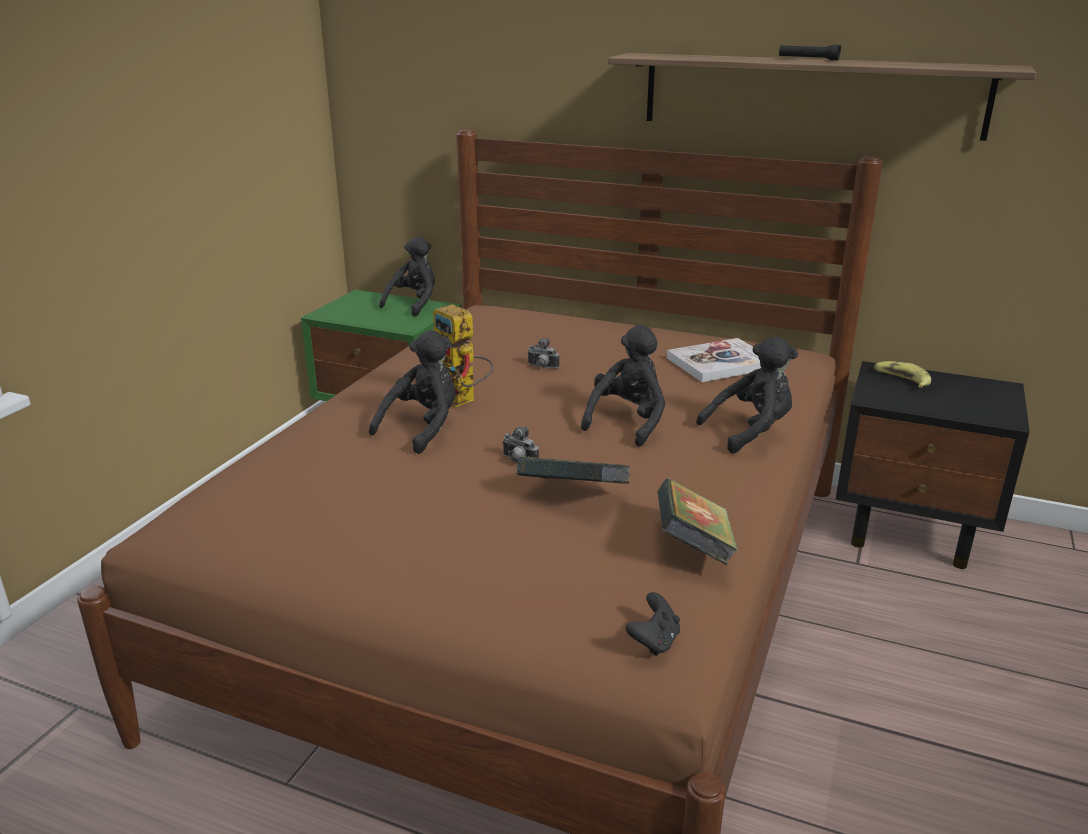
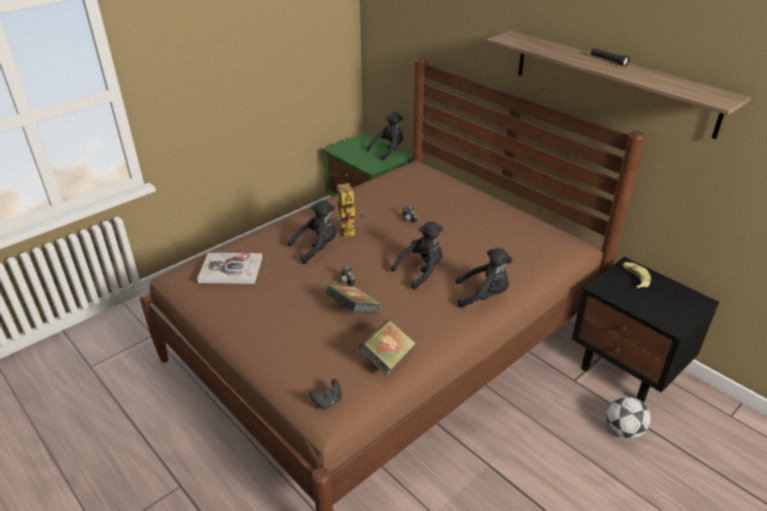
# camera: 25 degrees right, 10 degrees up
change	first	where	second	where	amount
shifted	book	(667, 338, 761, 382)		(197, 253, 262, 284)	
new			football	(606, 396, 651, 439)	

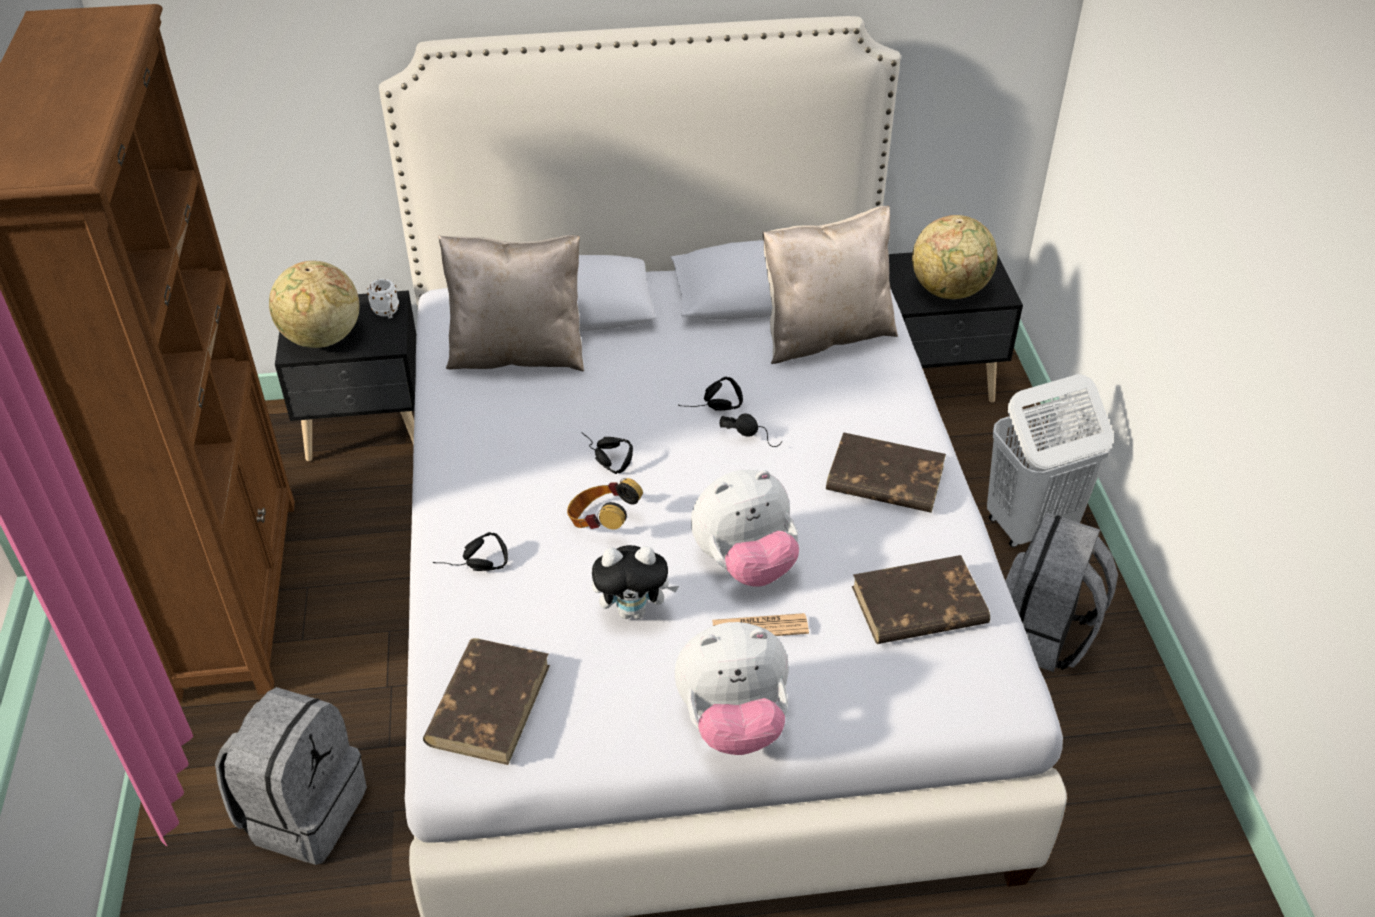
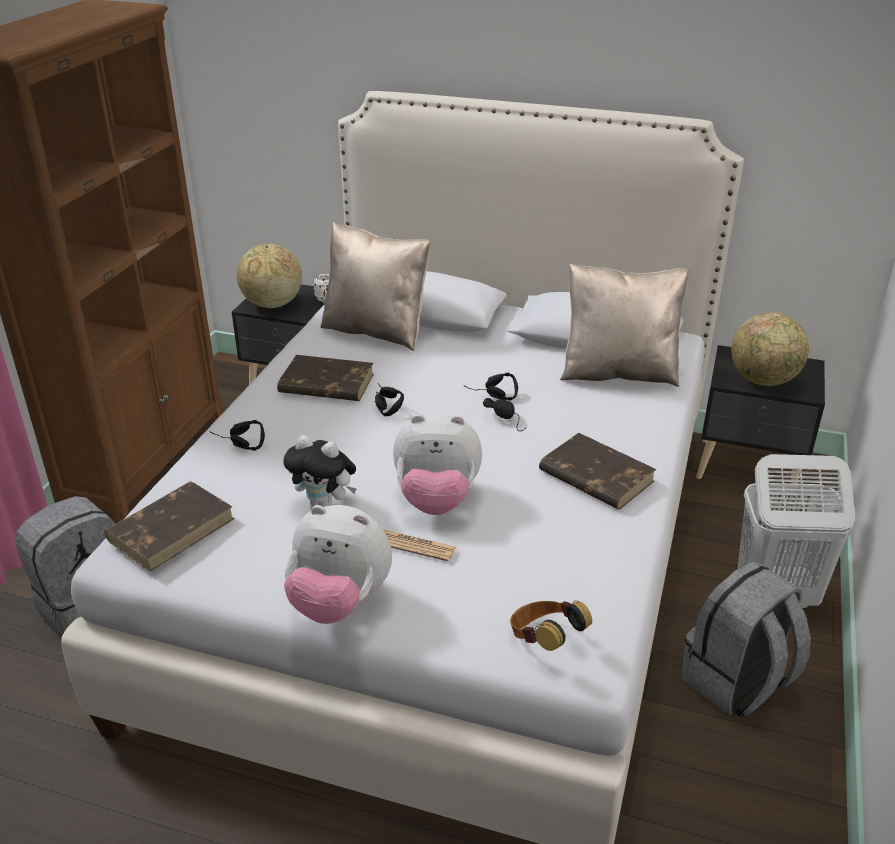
# camera: 25 degrees right, 10 degrees down
change	first	where	second	where	amount
shifted	headphones	(567, 478, 643, 530)		(510, 600, 592, 651)	
shifted	brown book	(852, 555, 990, 644)		(277, 355, 374, 401)	

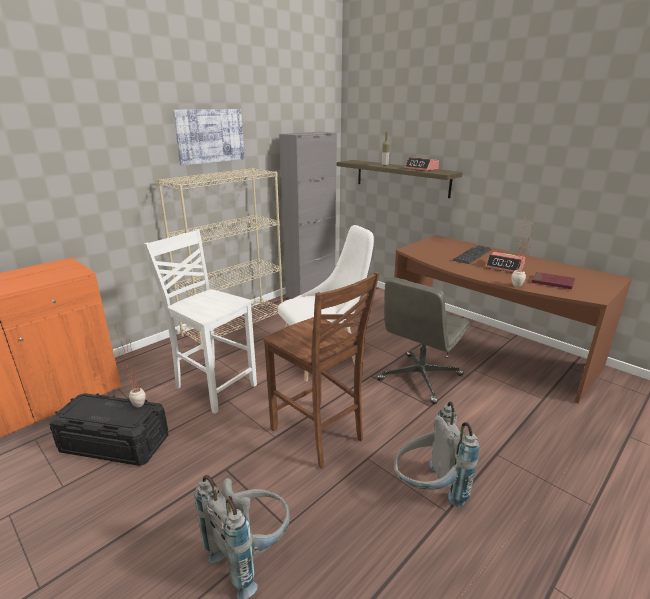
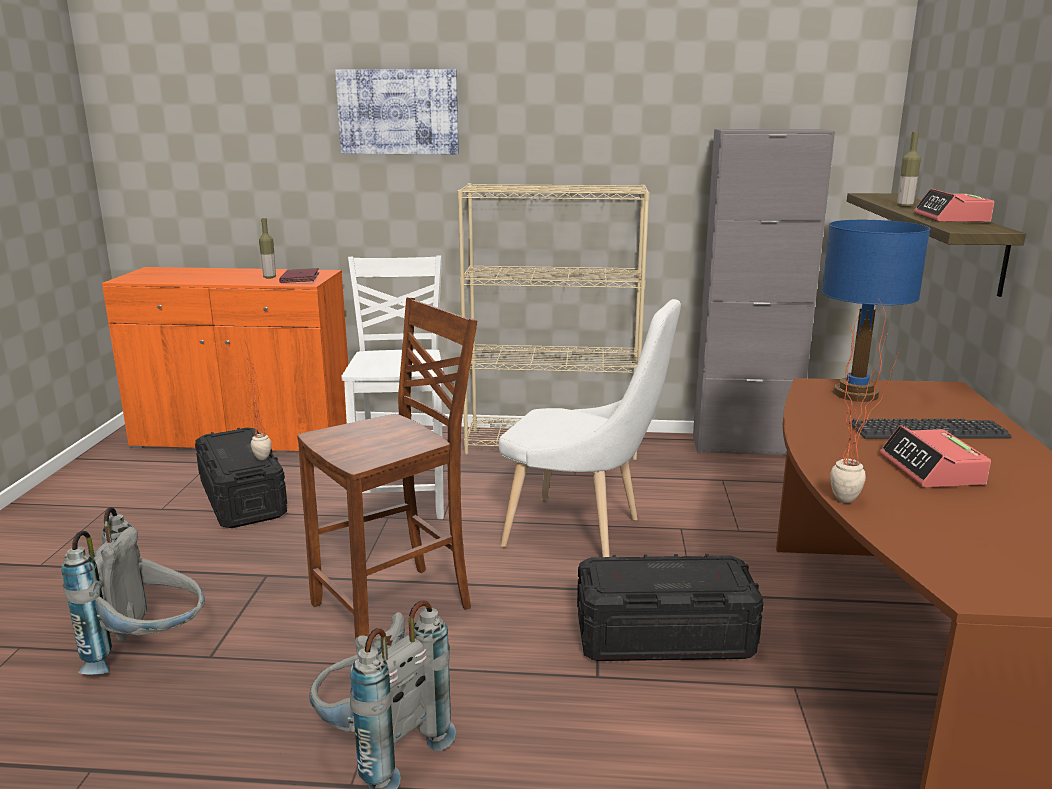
# camera: 50 degrees right, 5 degrees down
change	first	where	second	where	amount
shifted	picture	(173, 109, 245, 166)		(335, 69, 459, 154)	
rotated	brown chair	(263, 272, 380, 469)		(297, 297, 477, 639)	135 degrees counterclockwise
swapped	grey office chair	(377, 277, 470, 404)	black storage box	(577, 554, 764, 661)	
shifted	red book	(531, 272, 575, 289)		(279, 268, 319, 283)	
new			bottle	(259, 218, 276, 279)	
new			blue table lamp	(822, 220, 930, 402)	

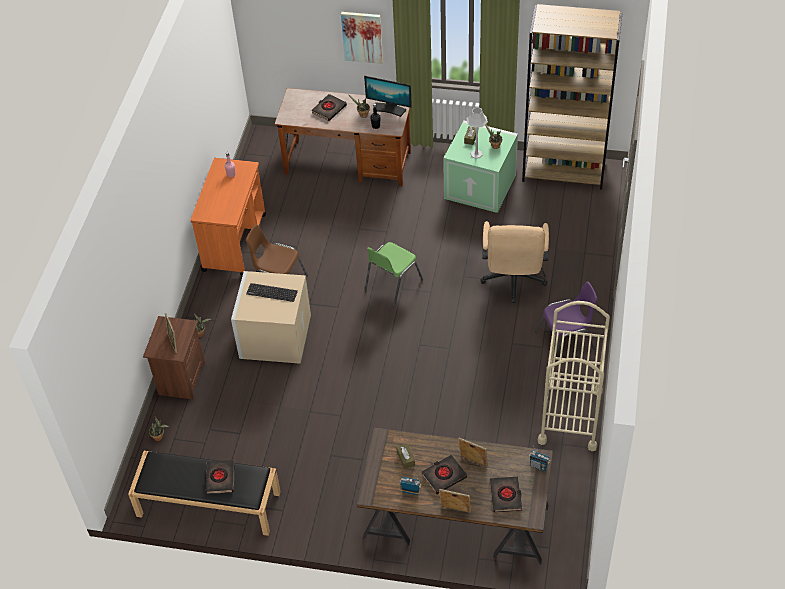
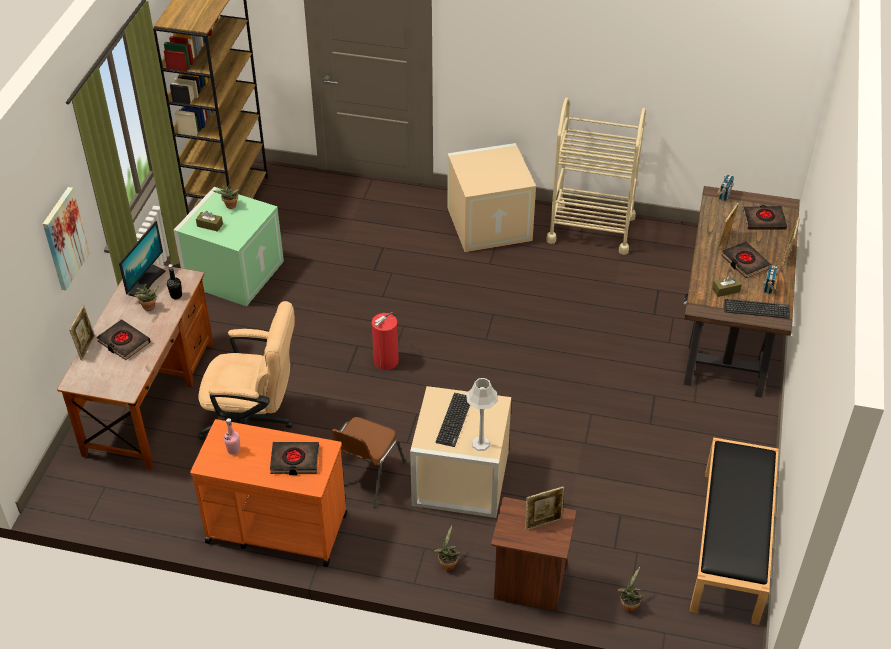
# camera: 90 degrees left, 5 degrees down
change	first	where	second	where	amount
shifted	black book	(205, 460, 235, 494)		(270, 442, 319, 475)	
swapped	green chair	(364, 242, 423, 307)	fire extinguisher	(372, 312, 399, 370)	
shifted	grey table lamp	(467, 107, 488, 159)		(466, 378, 498, 451)	
shifted	beige office chair	(480, 221, 549, 303)		(198, 301, 295, 440)	
swapped	purple chair	(536, 282, 597, 353)	beige storage box	(448, 143, 536, 252)	
new			picture frame	(69, 305, 95, 361)	
new			keyboard	(724, 299, 790, 319)	

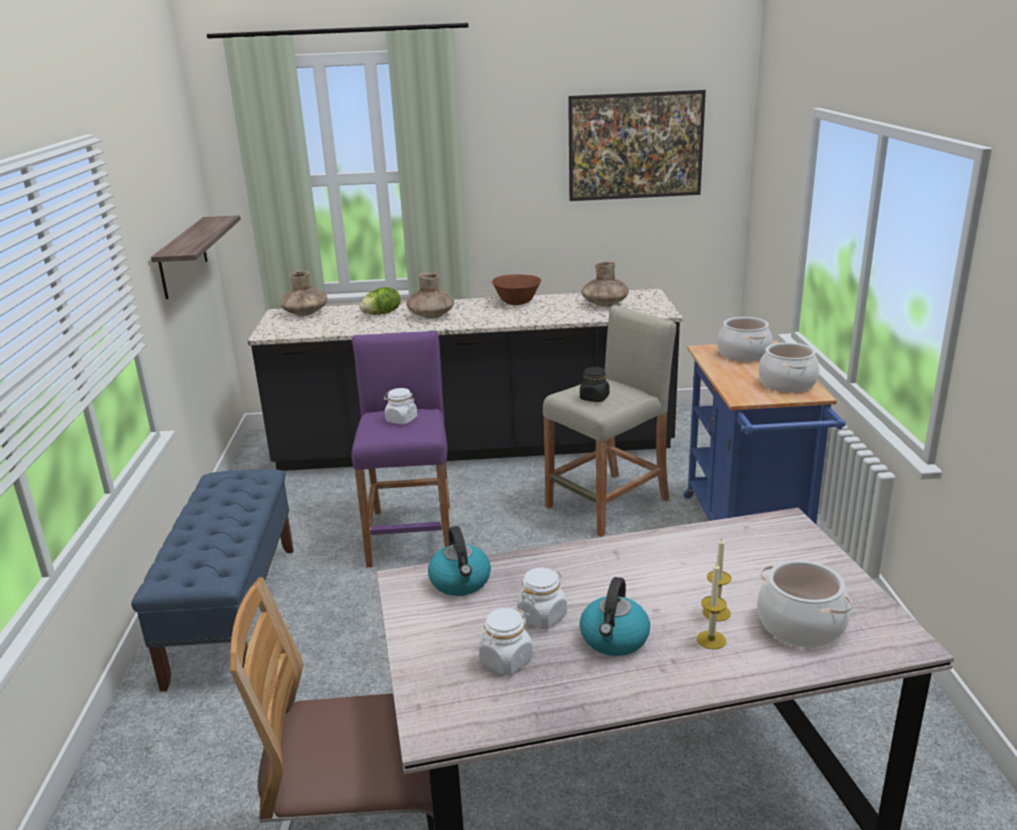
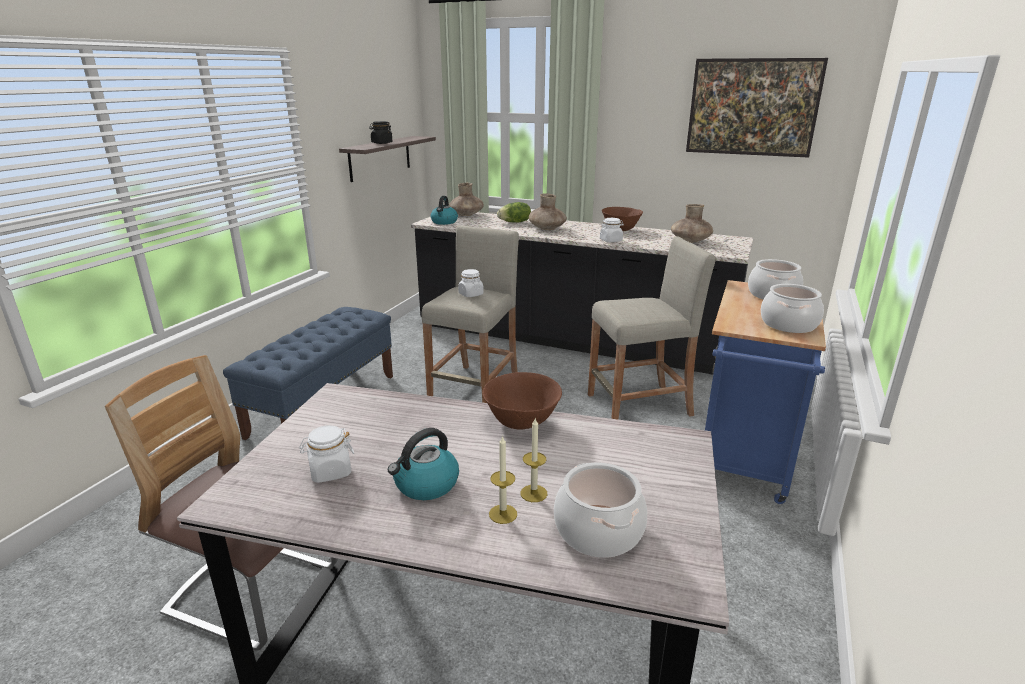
# camera: 25 degrees right, 0 degrees up
change	first	where	second	where	amount
repainted	purple stool	(352, 331, 450, 567)	beige stool	(421, 225, 519, 403)	
shifted	kettle	(428, 526, 491, 596)		(430, 196, 458, 225)	
shifted	white jar	(517, 567, 567, 629)		(600, 218, 624, 242)	
shifted	black jar	(580, 367, 609, 402)		(369, 121, 392, 144)	
new			brown bowl	(482, 372, 562, 430)	

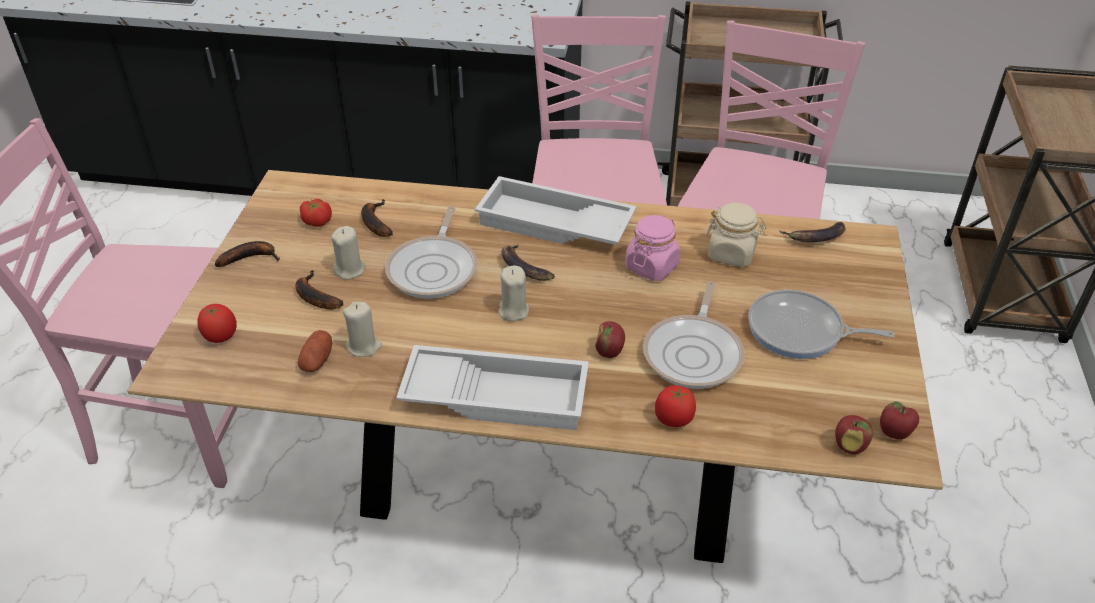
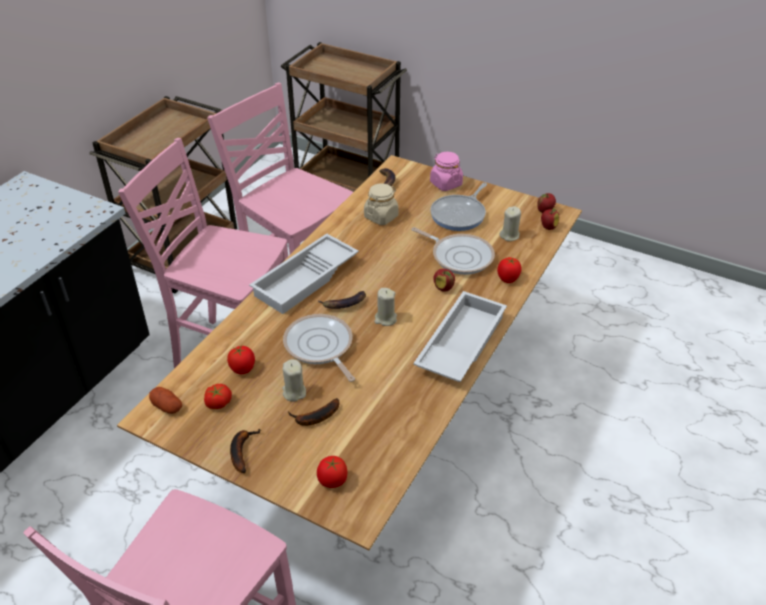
# camera: 70 degrees left, 0 degrees up
change	first	where	second	where	amount
shifted	potato	(298, 330, 332, 372)		(149, 387, 182, 414)	
shifted	beige candle	(343, 302, 382, 357)		(499, 206, 521, 241)	
swapped	banana	(361, 199, 393, 237)	tomato	(227, 346, 255, 374)	
rotated	frying pan	(385, 206, 478, 299)		(283, 314, 355, 382)	150 degrees counterclockwise
shifted	pink jar	(625, 215, 680, 281)		(430, 152, 463, 191)	

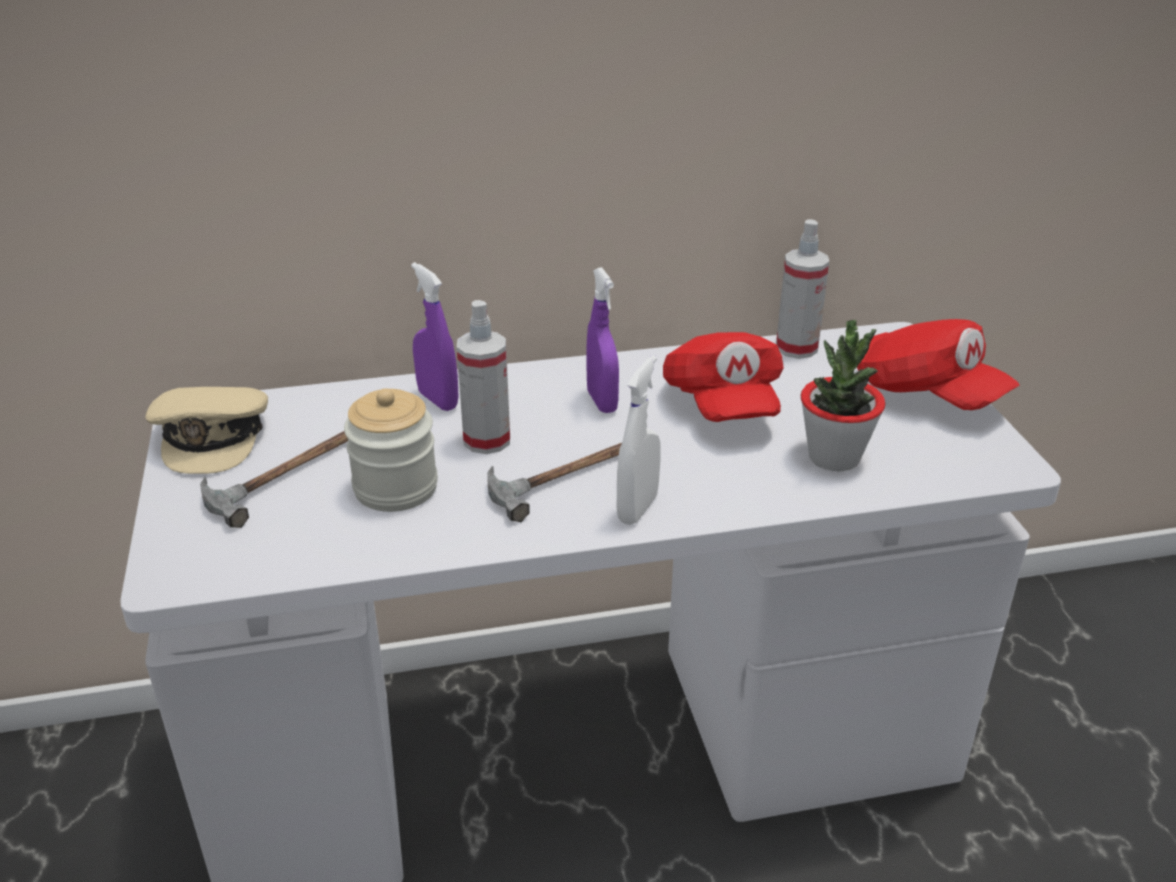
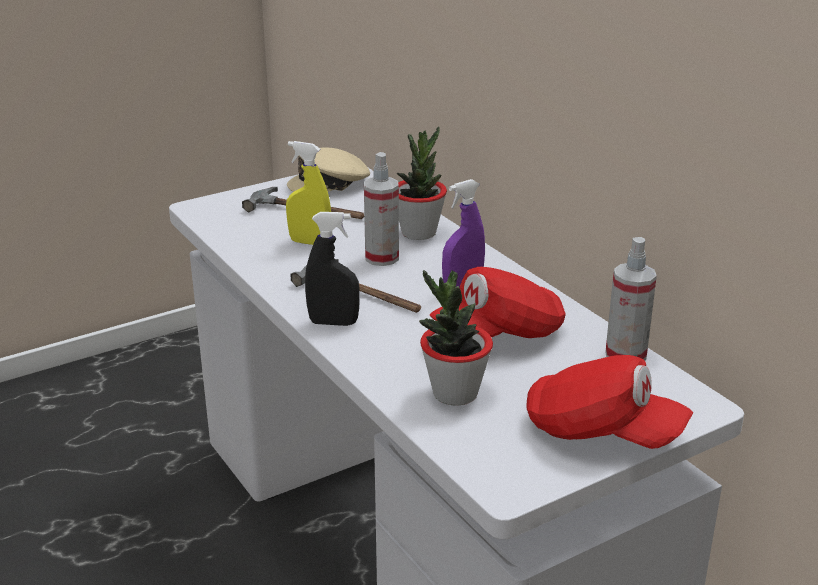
# camera: 70 degrees right, 5 degrees down
change	first	where	second	where	amount
swapped	jar	(344, 388, 438, 512)	yellow spray bottle	(286, 141, 331, 245)	
swapped	purple spray bottle	(411, 262, 459, 411)	potted plant	(397, 126, 447, 240)	
repainted	white spray bottle	(617, 355, 661, 525)	black spray bottle	(305, 212, 360, 326)	
rotated	red cap	(857, 319, 1020, 410)		(526, 355, 693, 449)	90 degrees counterclockwise

